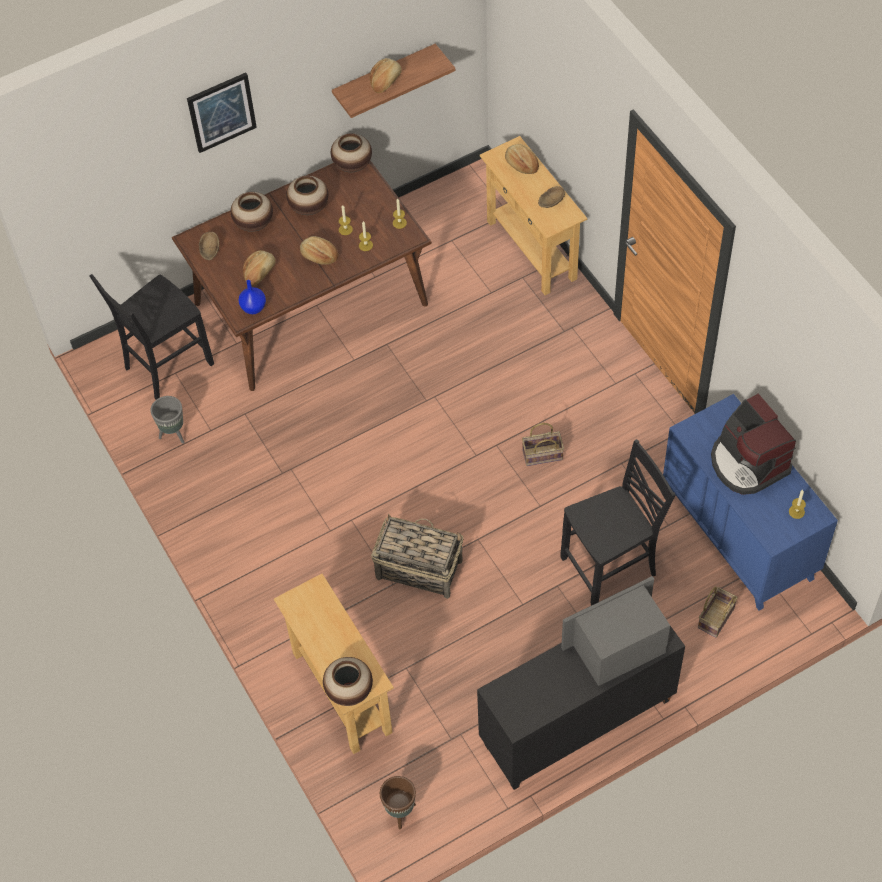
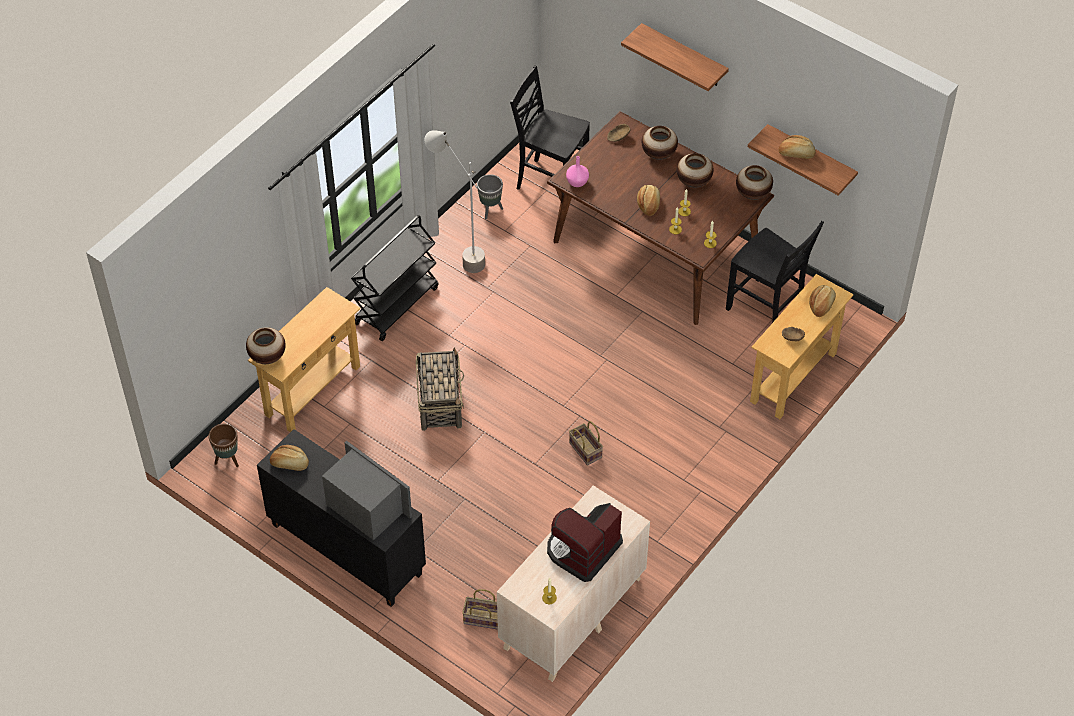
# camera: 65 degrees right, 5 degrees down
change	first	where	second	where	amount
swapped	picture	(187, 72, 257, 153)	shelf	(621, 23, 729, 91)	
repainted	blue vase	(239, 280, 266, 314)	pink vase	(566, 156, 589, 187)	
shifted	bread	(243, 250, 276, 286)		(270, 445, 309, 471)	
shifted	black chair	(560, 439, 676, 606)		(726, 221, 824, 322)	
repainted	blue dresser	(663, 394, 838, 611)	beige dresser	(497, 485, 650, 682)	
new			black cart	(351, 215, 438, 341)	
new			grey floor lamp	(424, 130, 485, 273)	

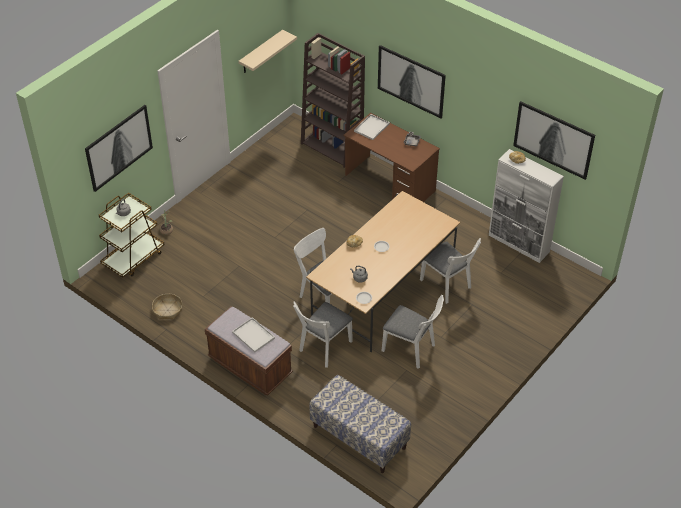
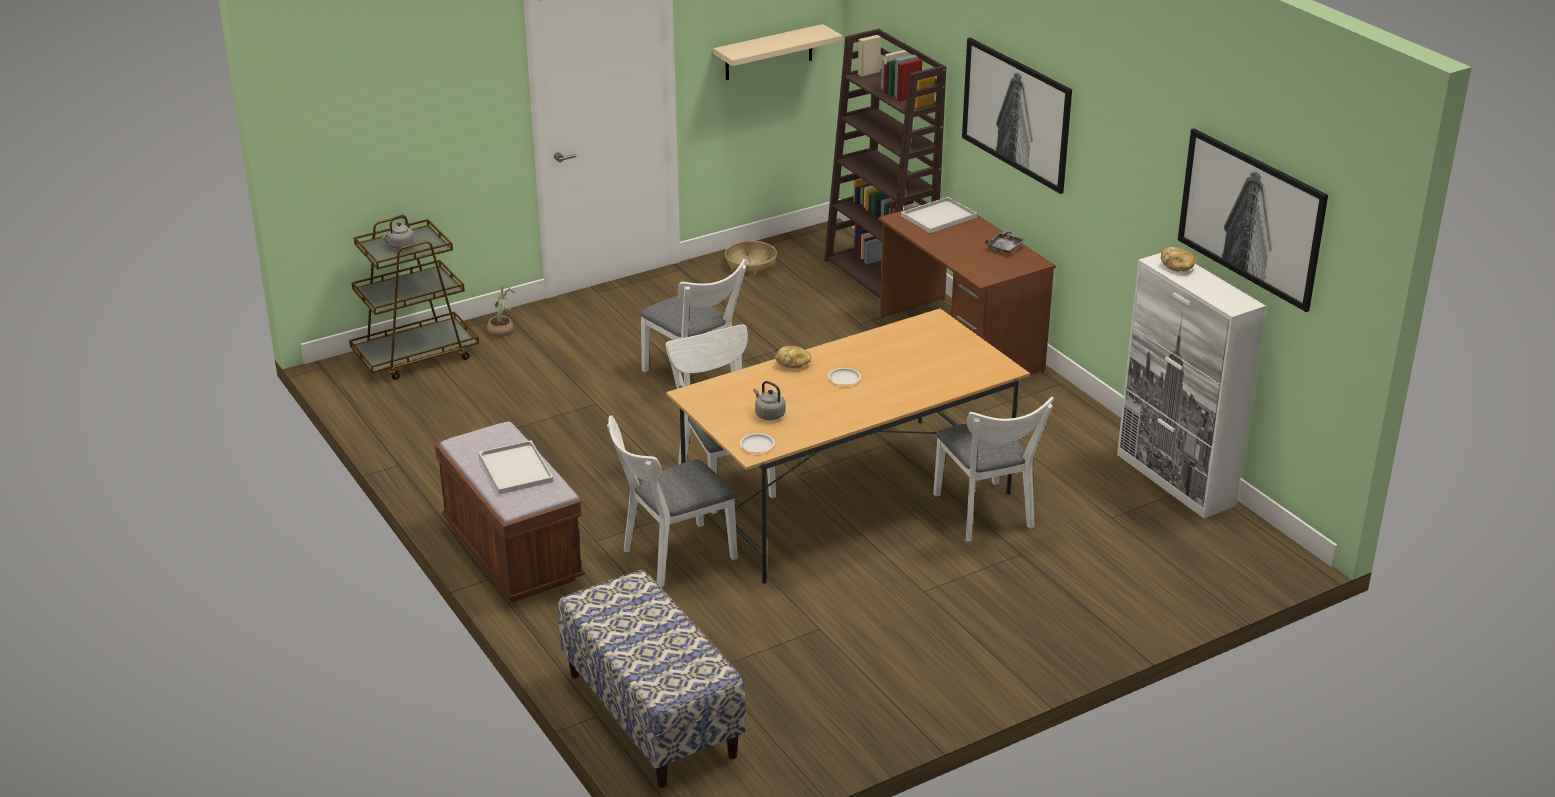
# camera: 20 degrees right, 15 degrees down
change	first	where	second	where	amount
gone	picture	(85, 105, 153, 192)			
shifted	basket	(152, 294, 182, 320)		(725, 241, 777, 276)	
shifted	white chair	(382, 295, 444, 369)		(639, 259, 746, 386)	

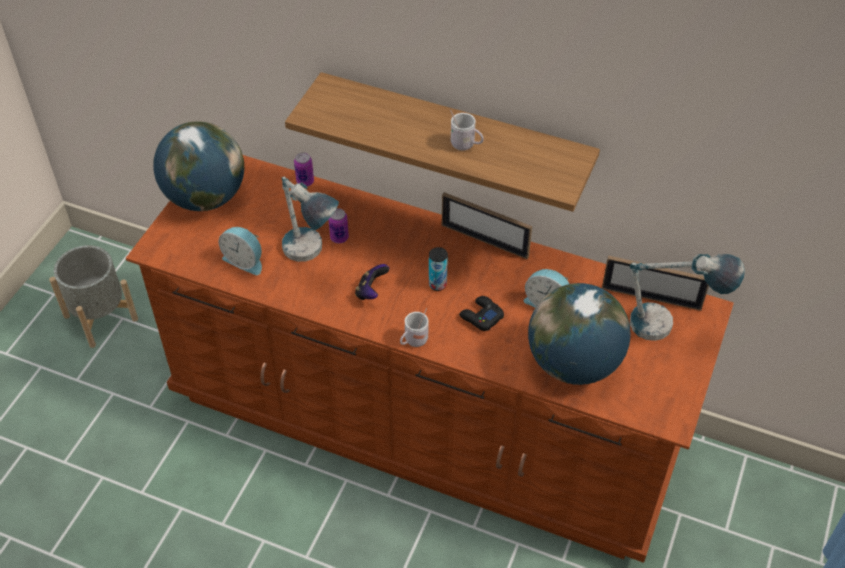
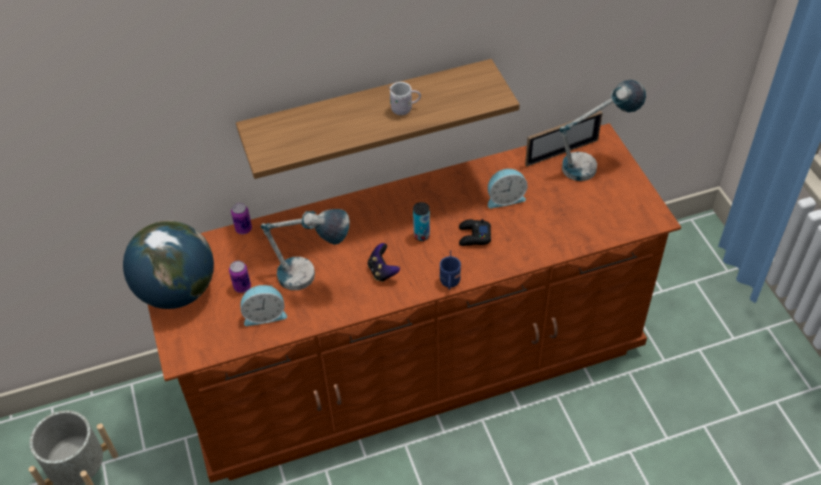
# camera: 40 degrees left, 0 degrees up
change	first	where	second	where	amount
shifted	can	(329, 208, 349, 243)		(229, 261, 251, 293)	
repainted	white mug	(400, 308, 429, 347)	blue mug	(440, 250, 461, 290)	
gone	picture frame	(442, 192, 532, 259)			
gone	globe	(528, 283, 631, 385)			

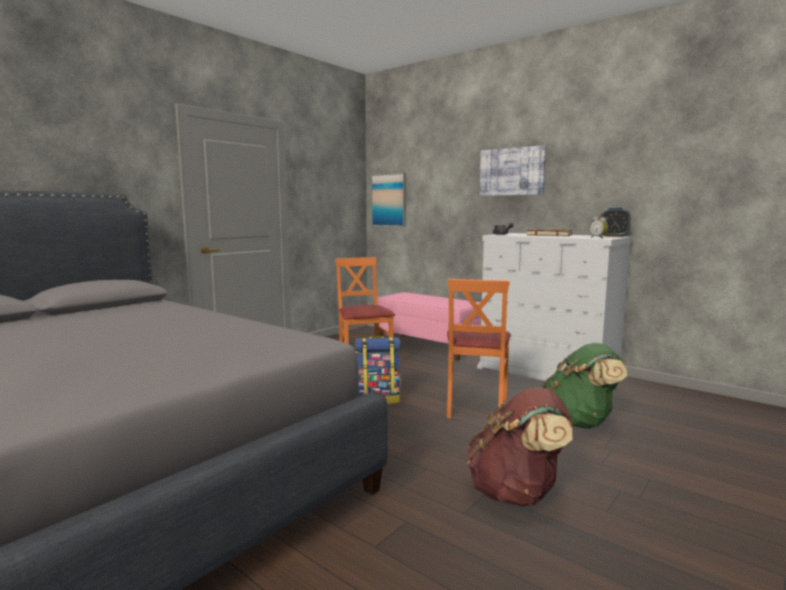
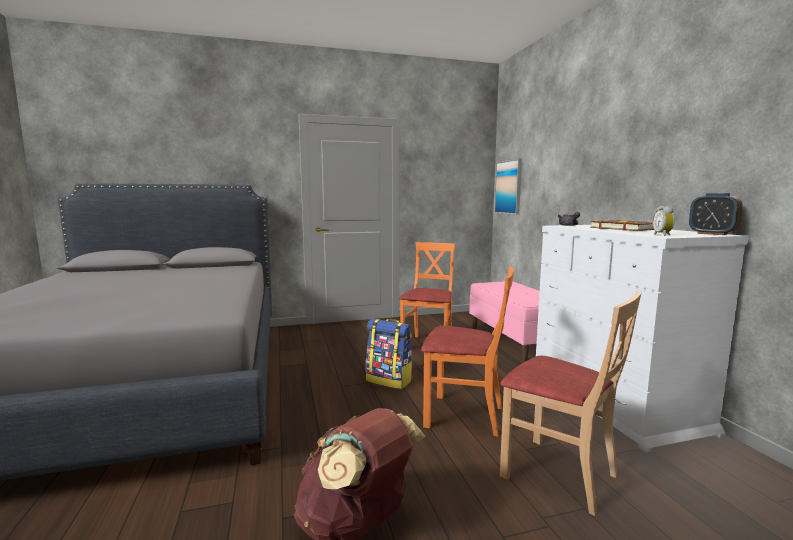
# camera: 35 degrees right, 0 degrees up
change	first	where	second	where	amount
rotated	orange chair	(447, 279, 511, 419)		(421, 266, 514, 437)	120 degrees counterclockwise
gone	picture	(479, 145, 546, 196)			
swapped	green backpack	(541, 343, 627, 429)	beige chair	(500, 291, 642, 516)	

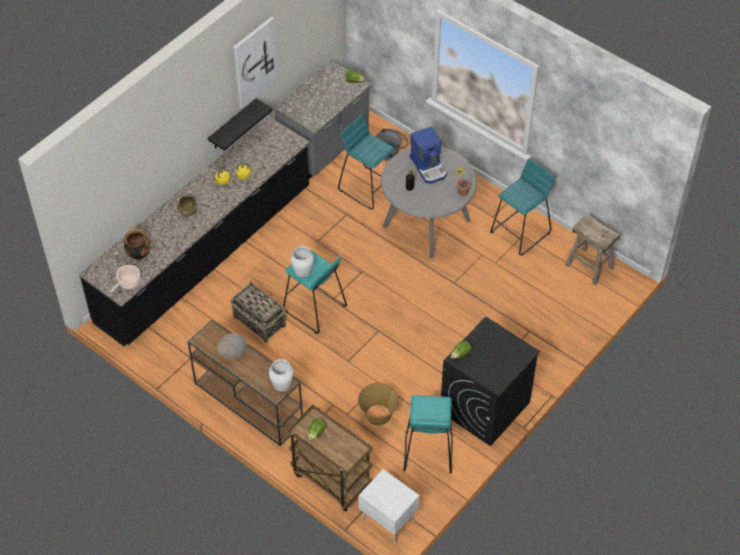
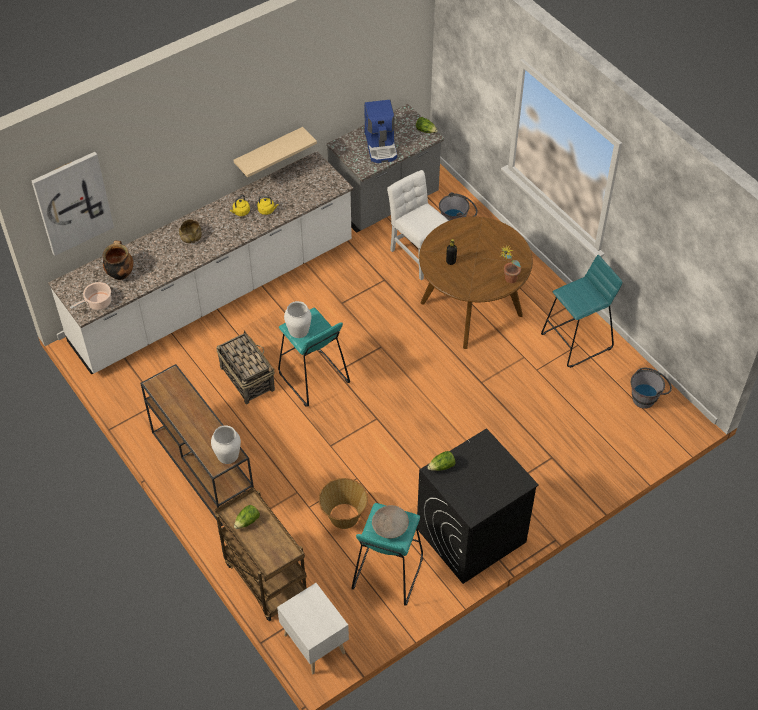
# camera: 15 degrees right, 0 degrees up
change	first	where	second	where	amount
repainted	black counter	(79, 116, 310, 346)	white counter	(48, 151, 353, 374)	
repainted	black shelf	(208, 98, 273, 151)	beige shelf	(233, 127, 317, 177)	
shifted	beige bowl	(217, 333, 247, 359)		(372, 505, 409, 539)	
shifted	picture	(233, 16, 279, 109)		(32, 152, 114, 256)	
swapped	turquoise stool	(338, 114, 395, 210)	white chair	(387, 170, 449, 280)	
repainted	grey dining table	(381, 147, 477, 258)	brown dining table	(419, 216, 533, 349)	
shifted	coffee machine	(410, 126, 447, 184)		(364, 100, 397, 163)	
swapped	beige stool	(566, 213, 620, 285)	grey bucket	(631, 368, 672, 409)	

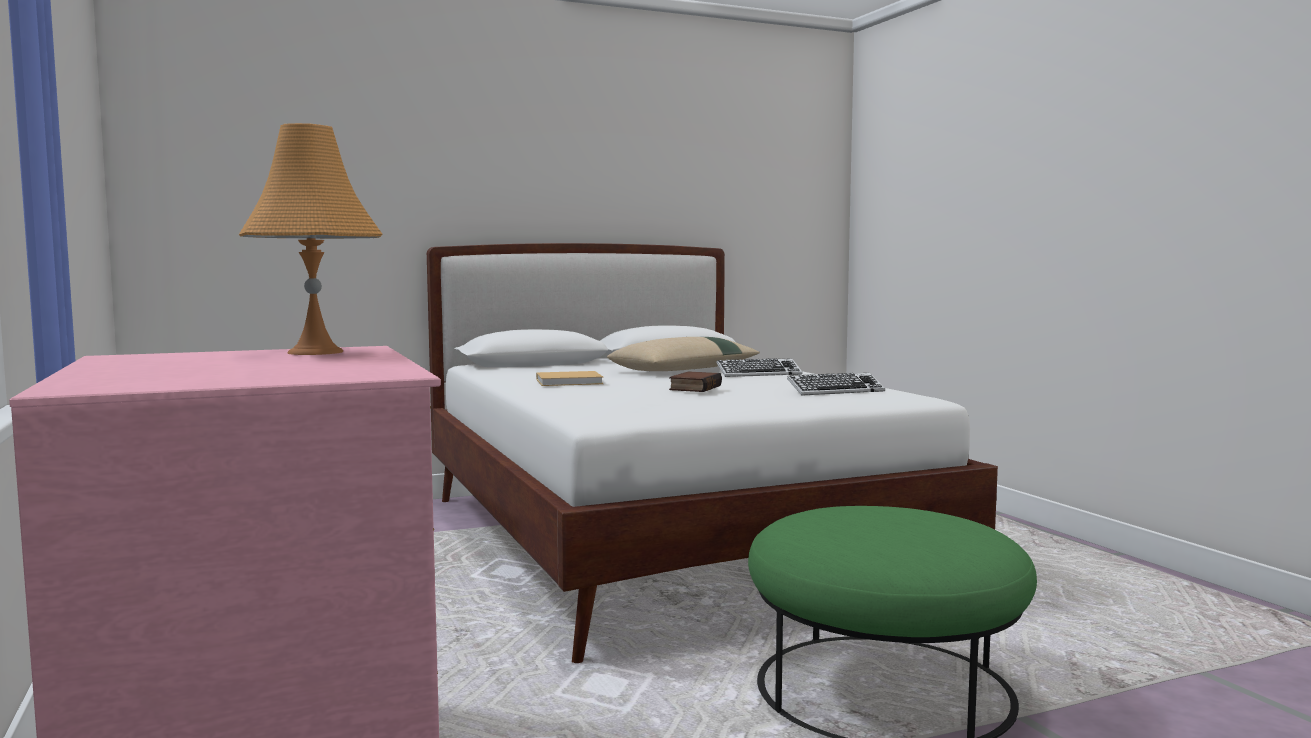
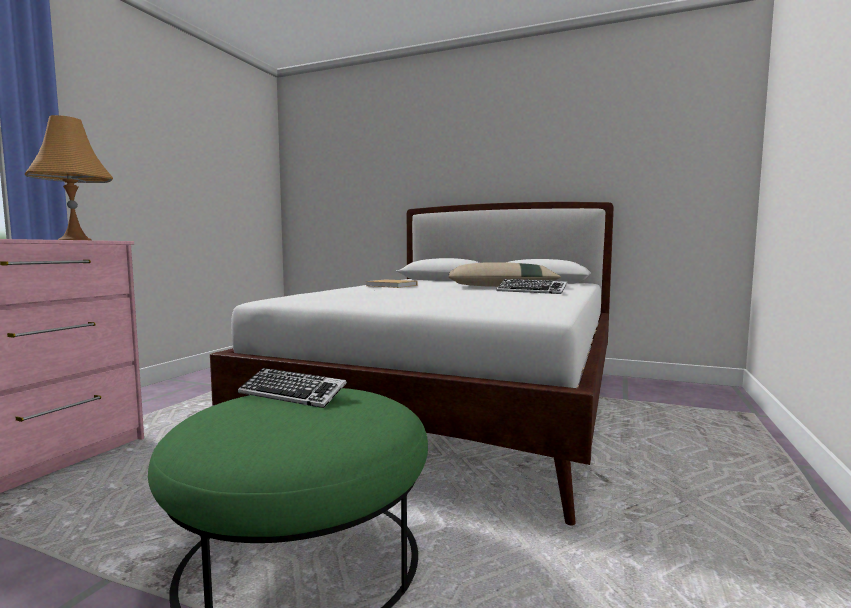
# camera: 45 degrees right, 0 degrees up
change	first	where	second	where	amount
gone	book	(669, 371, 722, 392)			
shifted	keyboard	(787, 373, 885, 396)		(238, 368, 347, 408)	

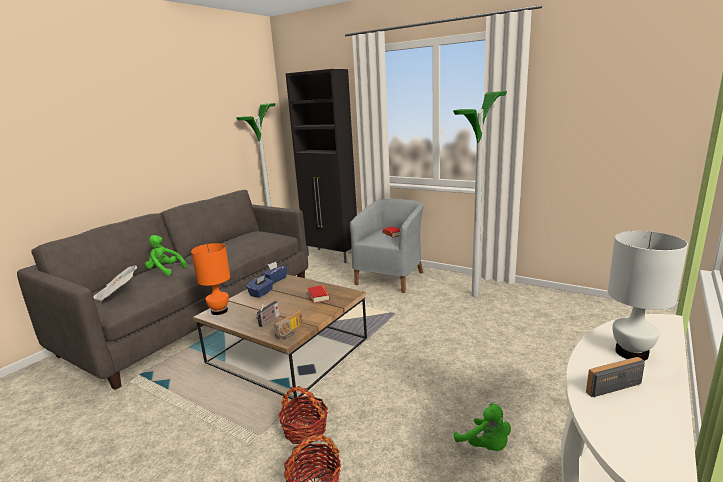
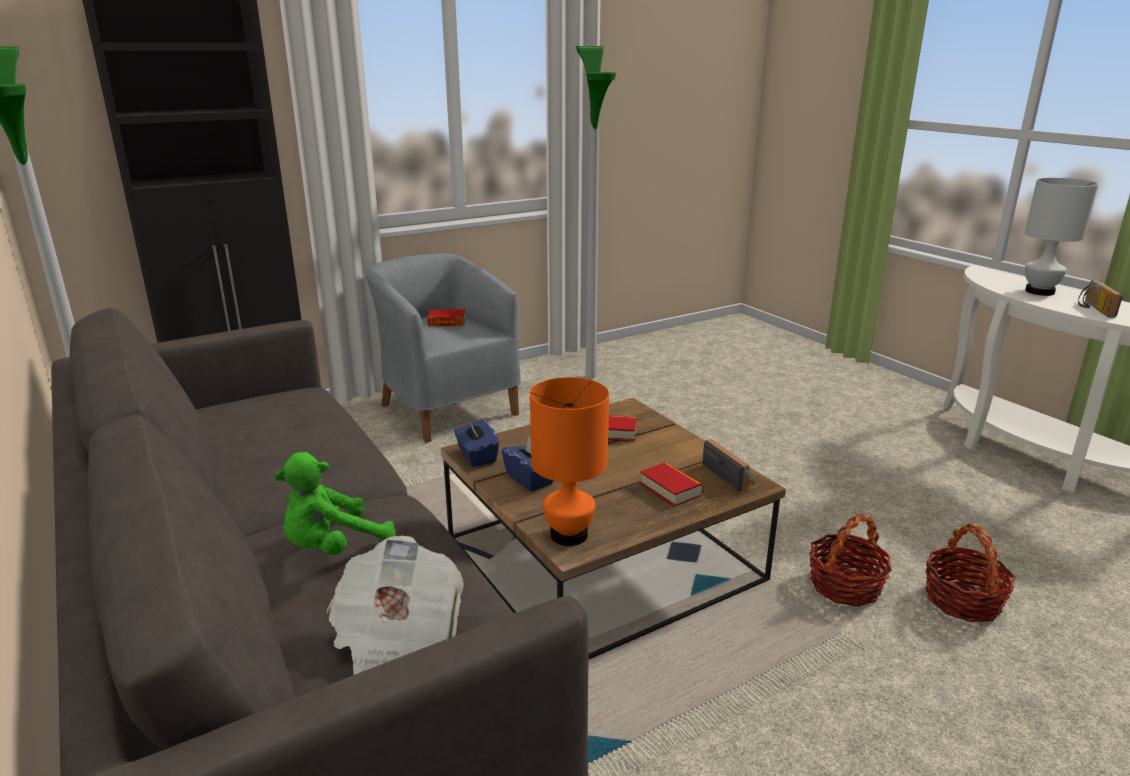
# camera: 65 degrees left, 5 degrees up
change	first	where	second	where	amount
swapped	radio	(256, 301, 280, 327)	book	(639, 462, 703, 507)	
gone	green plush toy	(454, 403, 511, 451)			

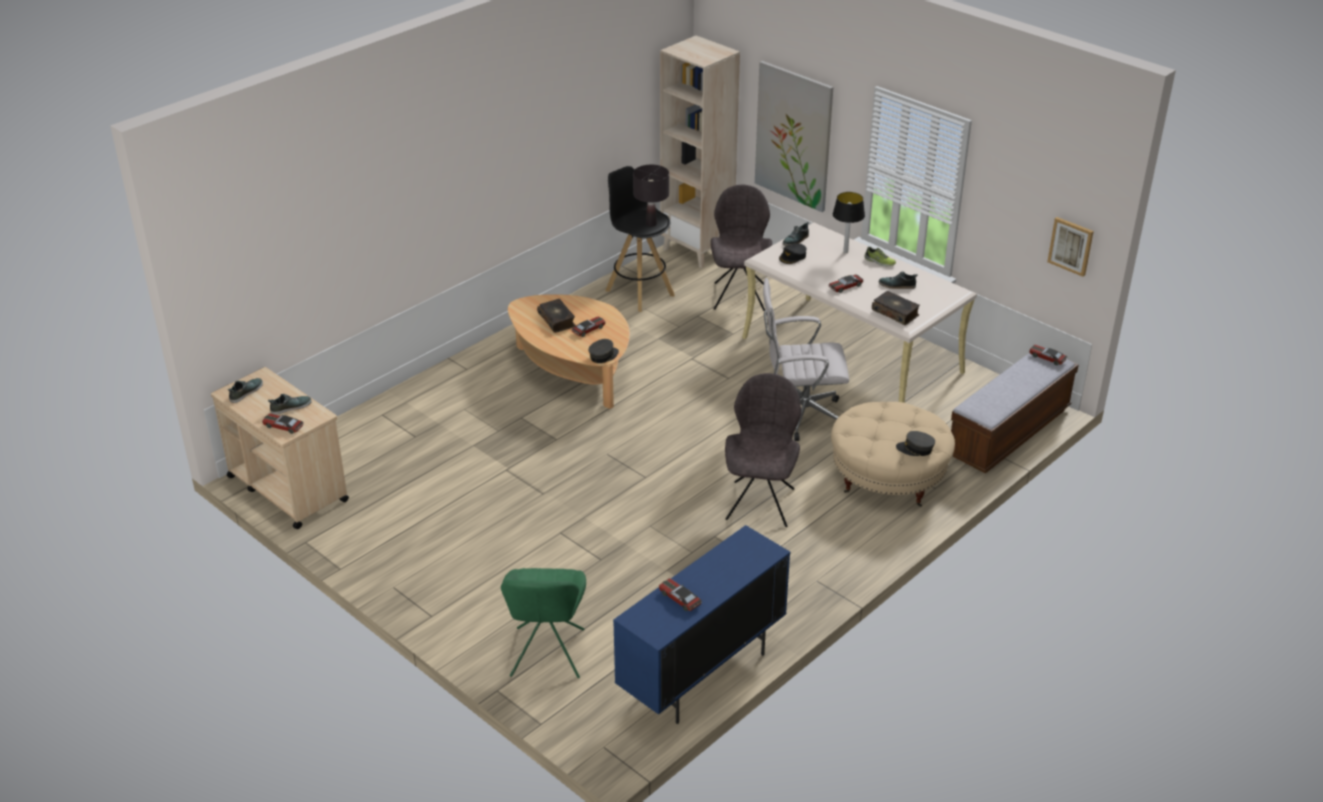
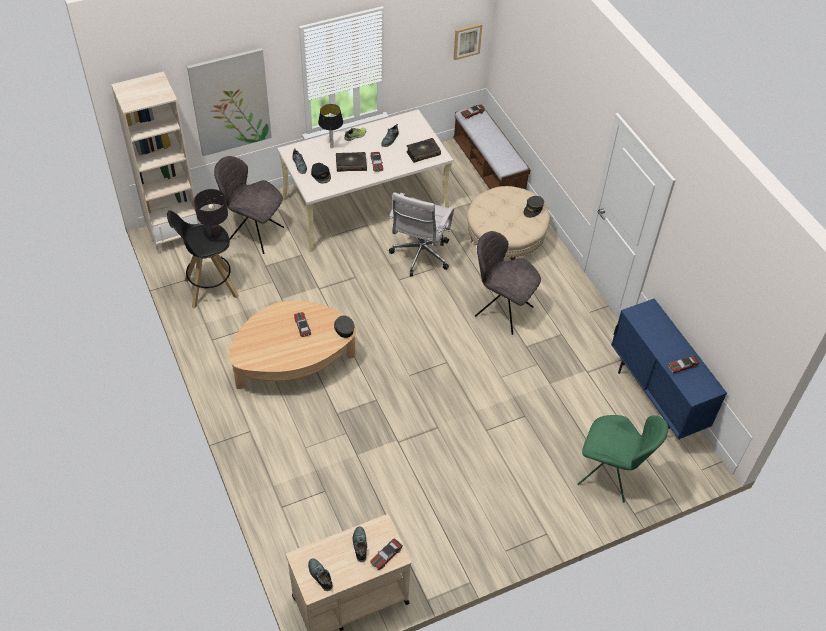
# camera: 70 degrees left, 15 degrees up
change	first	where	second	where	amount
shifted	book	(537, 299, 576, 333)		(336, 152, 367, 172)	

